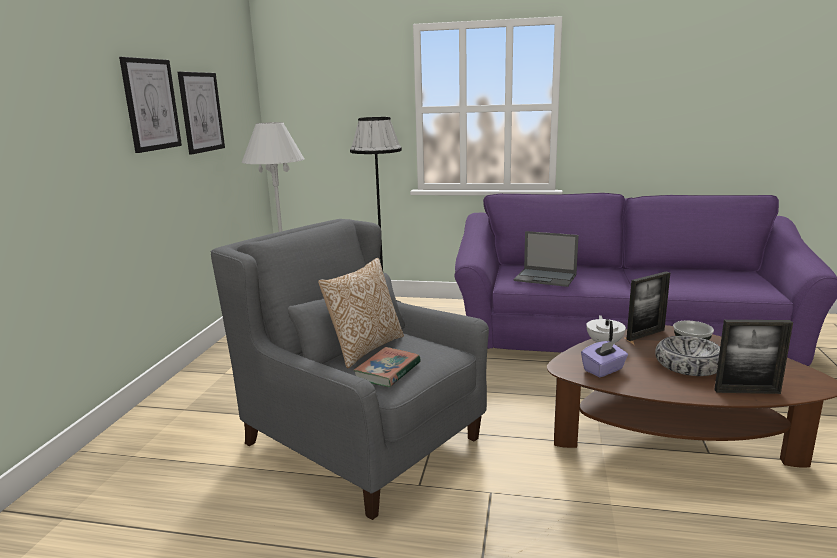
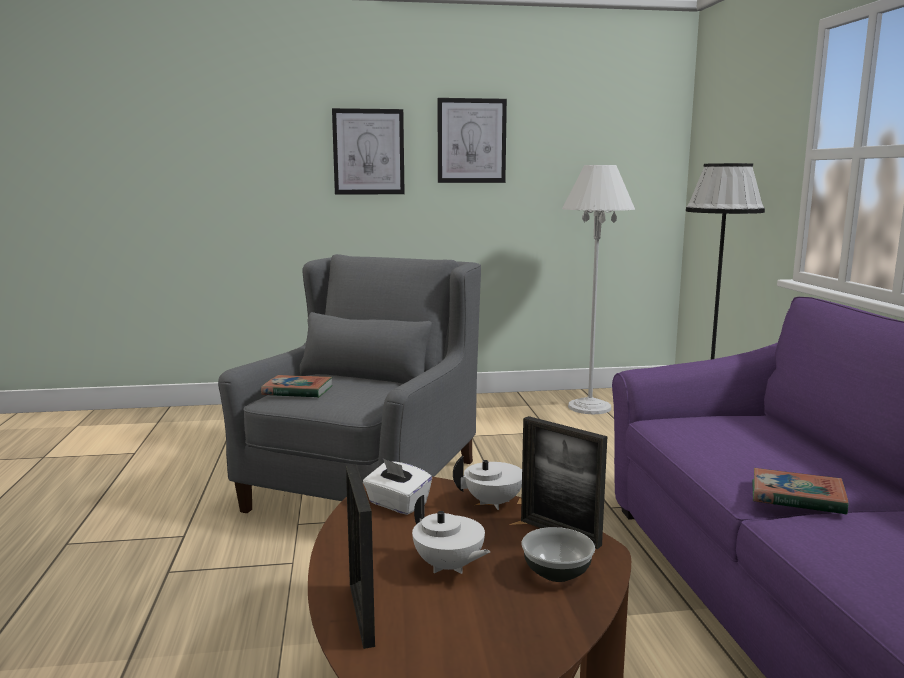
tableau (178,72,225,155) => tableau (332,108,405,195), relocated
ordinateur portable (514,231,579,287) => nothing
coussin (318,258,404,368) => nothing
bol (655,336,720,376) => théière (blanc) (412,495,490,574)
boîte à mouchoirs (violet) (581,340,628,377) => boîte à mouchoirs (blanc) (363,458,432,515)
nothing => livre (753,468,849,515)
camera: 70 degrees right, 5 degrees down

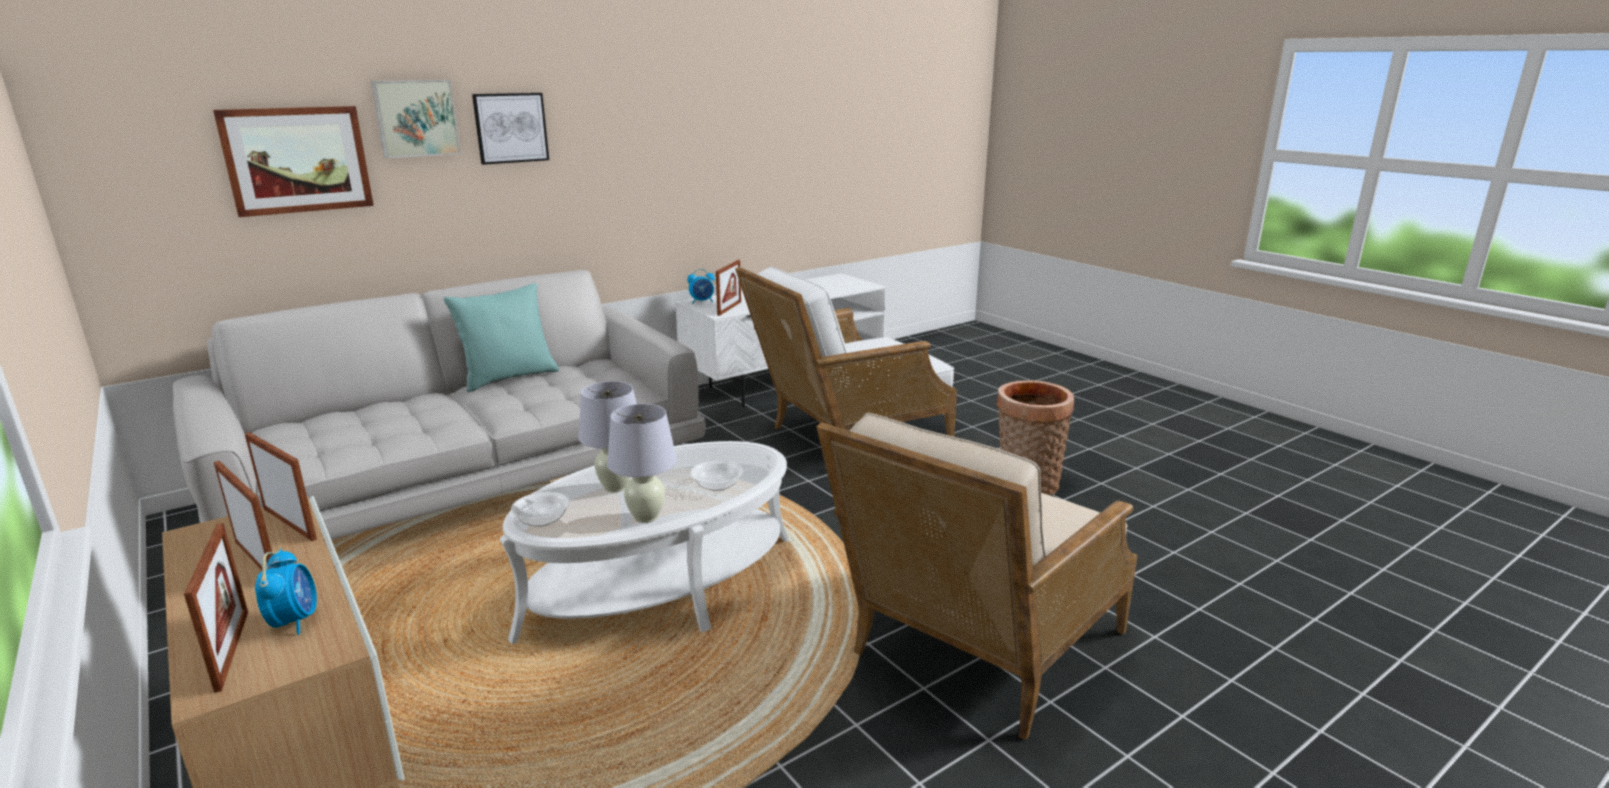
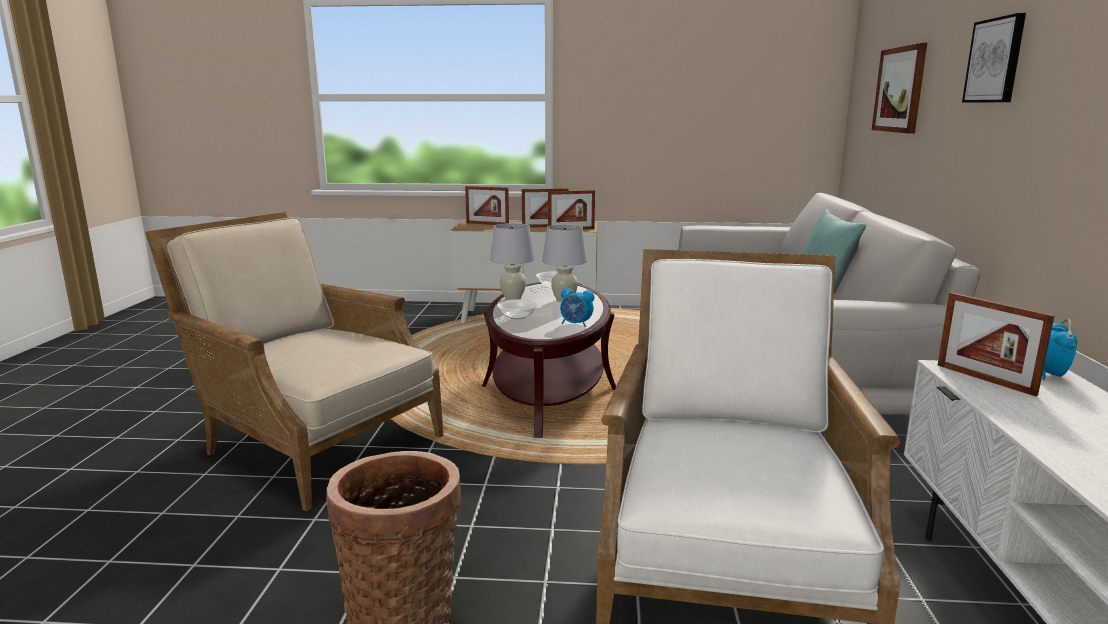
tableau (371,80,461,158) => nothing
fauteuil (beige) (817,413,1137,740) => fauteuil (beige) (145,212,443,511), 45 degrees counterclockwise
table basse (blanc) (500,441,790,645) => table basse (marron) (482,282,616,438)
réveil (255,549,317,635) => réveil (560,283,594,327), relocated
camera: 130 degrees right, 5 degrees down

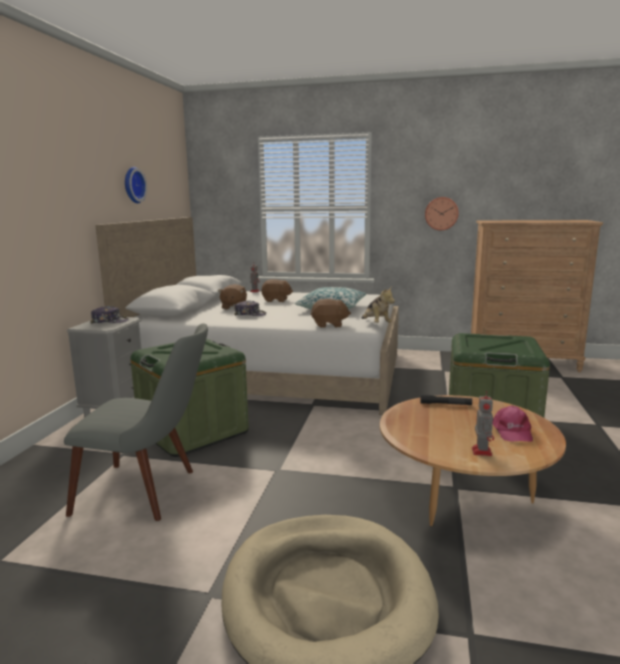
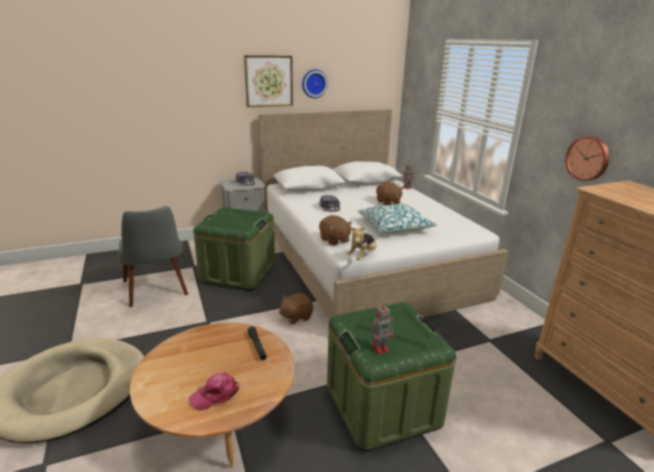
peluche (marron) (218,284,247,309) => peluche (marron) (279,293,313,324), relocated
robot jouet (472,390,494,456) => robot jouet (371,304,394,354), relocated
nothing => tableau (244,55,293,107)
camera: 55 degrees right, 10 degrees up

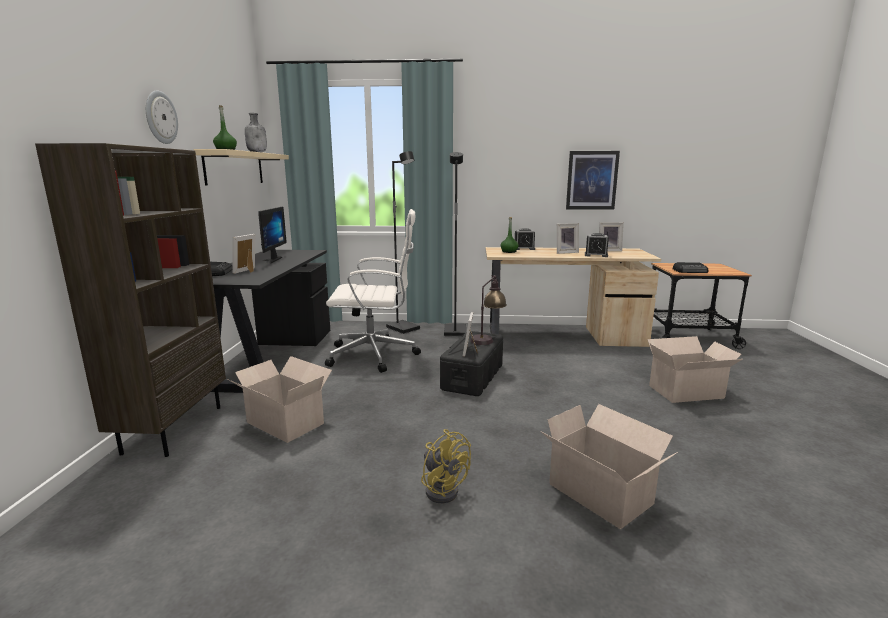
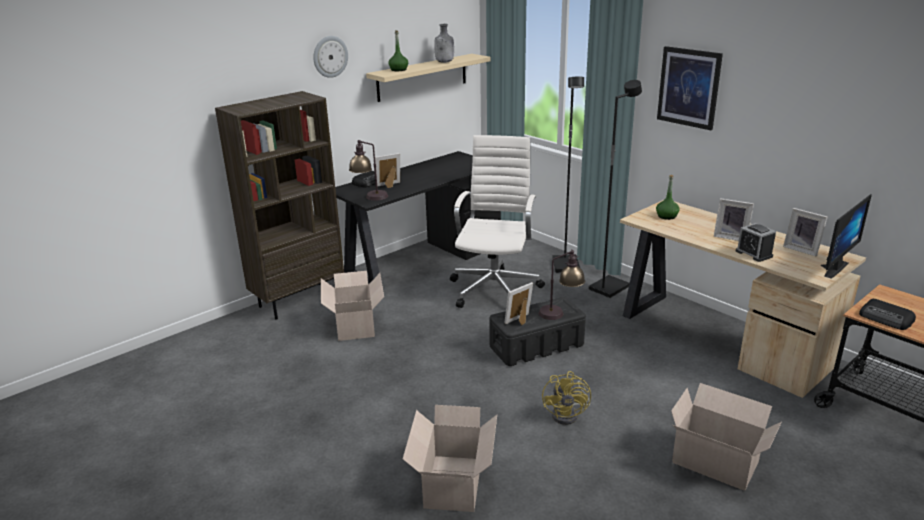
tableau (566,151,620,210) => tableau (657,46,723,130), relocated
écran d'ordinateur (258,206,287,263) => écran d'ordinateur (820,194,872,279), relocated
chaise de bureau (blanc) (325,209,421,373) => chaise de bureau (blanc) (450,135,545,308), 120 degrees counterclockwise
réveil (515,228,535,250) => nothing
ventilateur (jaune) (421,429,471,503) => ventilateur (jaune) (542,371,591,425), relocated
nothing => lampe de table (349,140,388,201)
camera: 45 degrees right, 10 degrees up

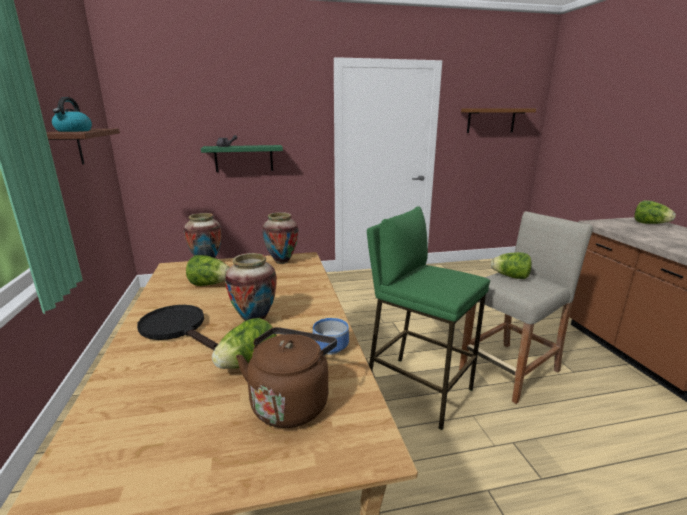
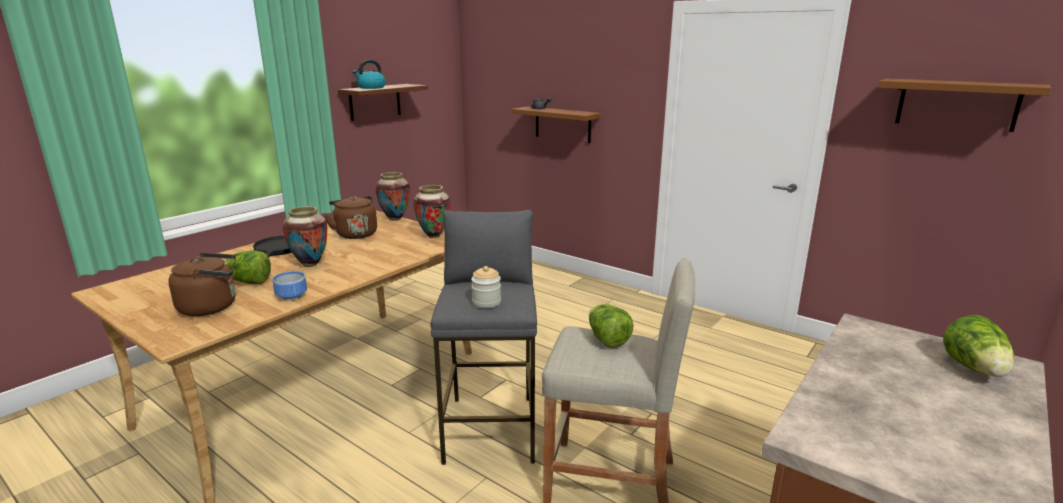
étagère (vert) (201,145,283,172) => étagère (marron) (512,106,601,143)
tabouret (vert) (367,206,490,430) => tabouret (gris) (431,210,537,465)
laitue (186,255,230,286) => bouilloire (marron) (324,196,377,239)
nothing => bocal (471,266,501,308)
camera: 50 degrees right, 0 degrees up

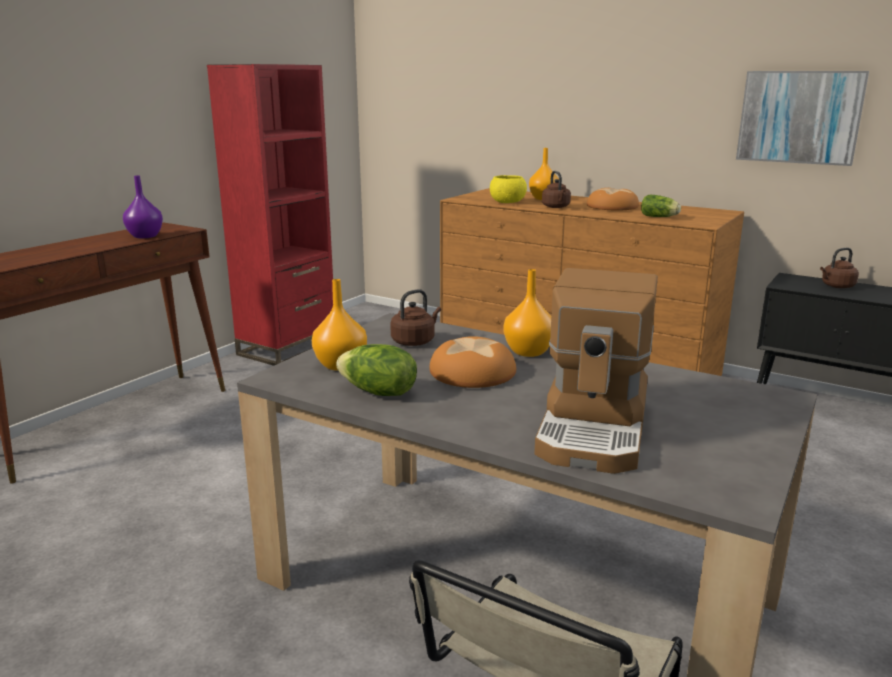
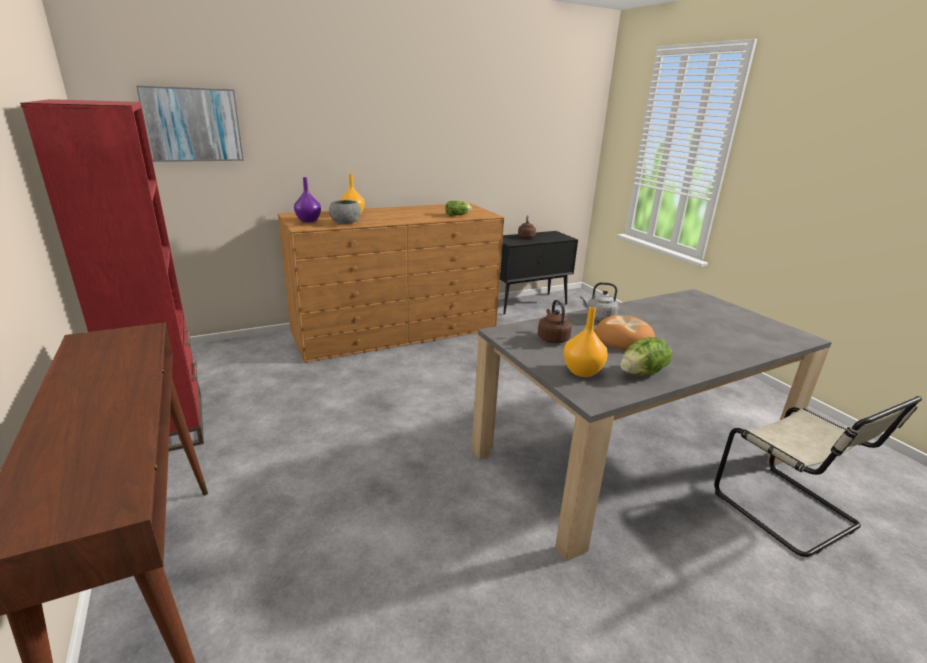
tableau (736,71,869,166) => tableau (136,86,244,162), relocated
bouilloire (marron) (542,171,571,208) => nothing
vase (violet) (123,175,163,238) => vase (violet) (294,177,321,222), relocated
bol (jaune) (490,175,527,203) => bol (gris) (329,200,361,224)
pain (587,188,639,210) => nothing
machine à café (534,268,658,474) => nothing
vase (orange) (503,269,551,357) => bouilloire (gris) (580,282,618,321)
camera: 60 degrees left, 5 degrees up

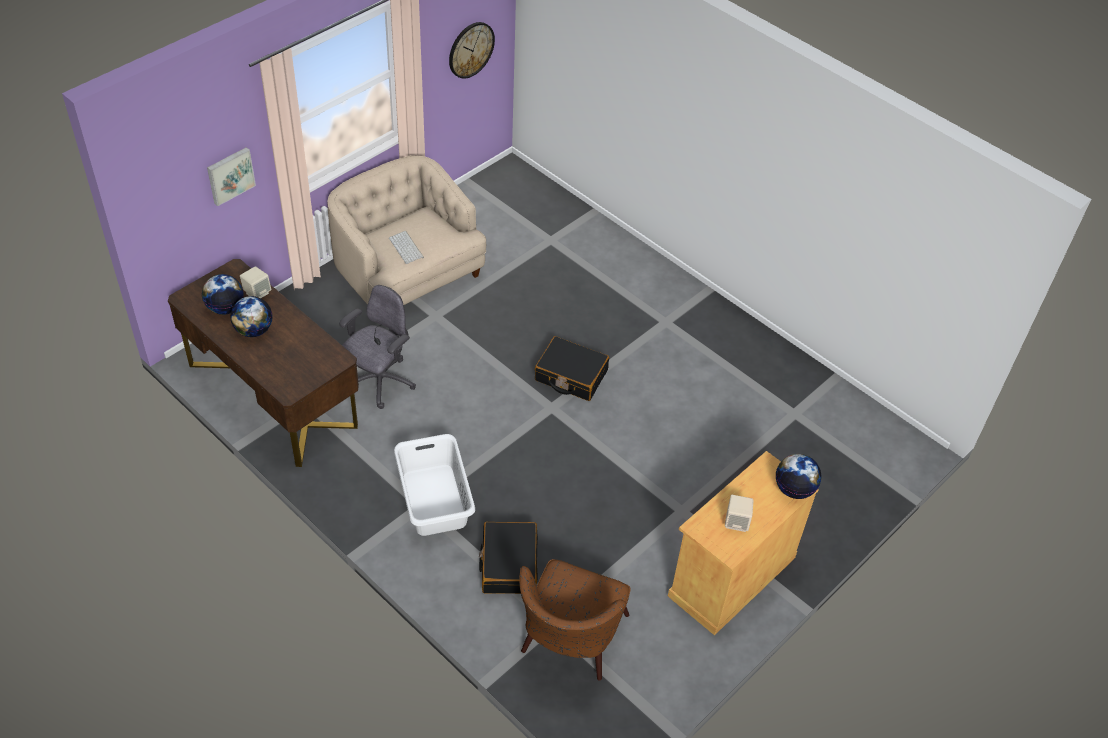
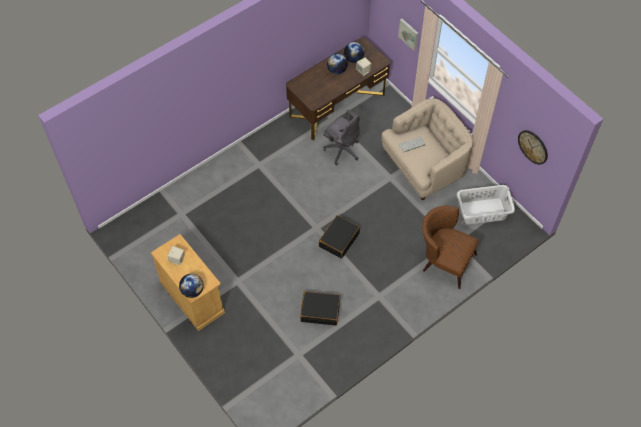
panier à linge (blanc) (394,434,475,536) => panier à linge (blanc) (457,185,515,225), relocated
valise (noir) (479,522,538,594) => valise (noir) (300,291,340,325), relocated
fauteuil (marron) (519,559,631,681) => fauteuil (marron) (422,206,479,289), relocated
camera: 100 degrees right, 10 degrees up

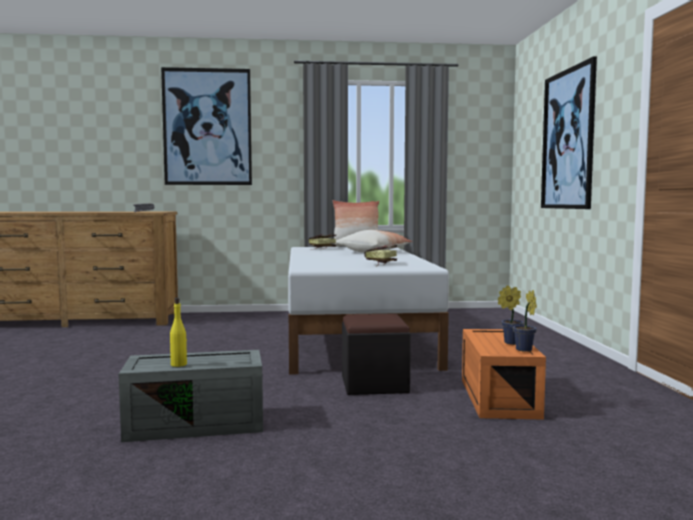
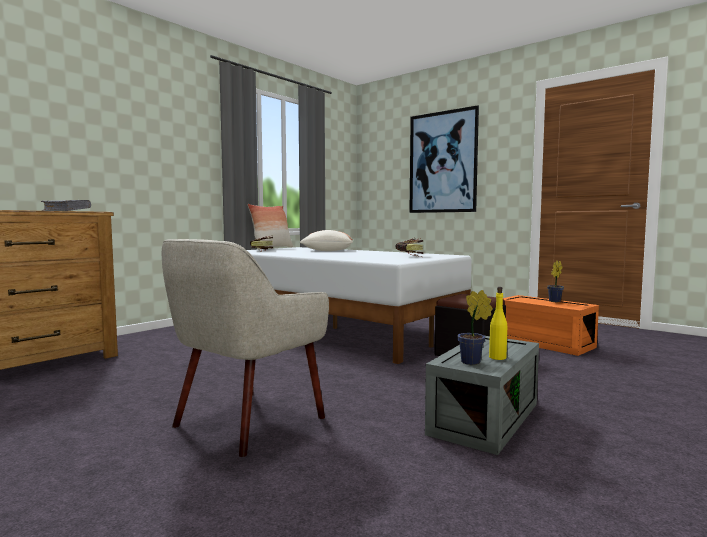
tableau (161,67,252,185) => nothing
plante en pot (513,290,537,352) => plante en pot (458,290,493,365), relocated
nothing => fauteuil (beige) (162,239,329,457)
camera: 45 degrees left, 0 degrees up

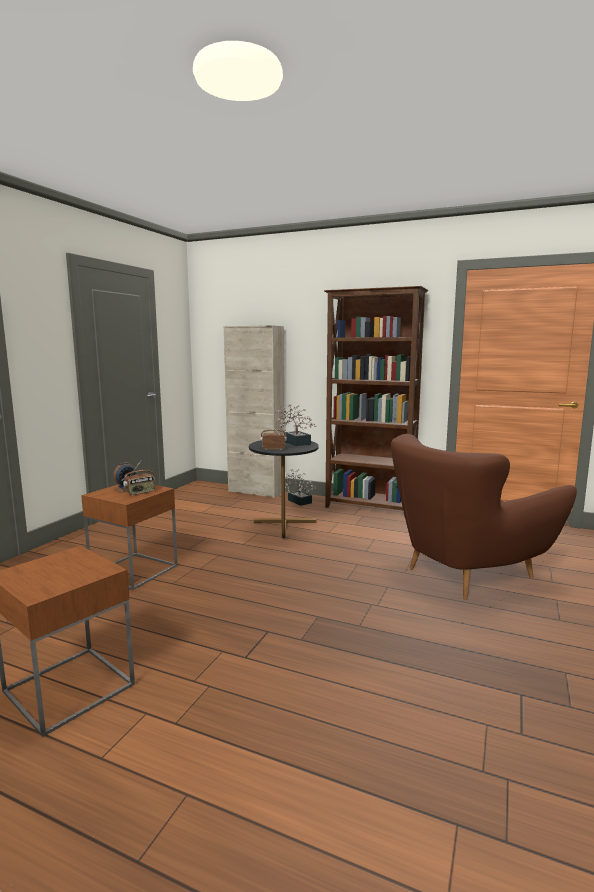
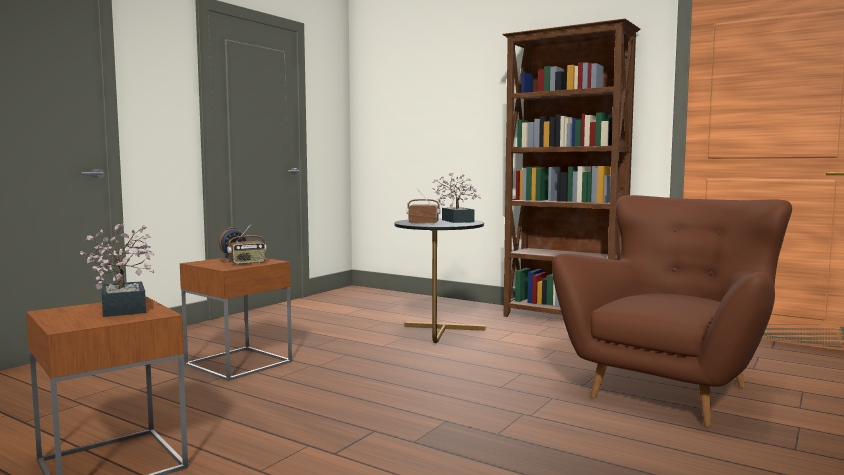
meuble de rangement (beige) (224,325,284,498) => nothing
fauteuil (marron) (391,434,577,600) => fauteuil (marron) (552,195,792,427), 150 degrees clockwise
plante en pot (285,469,317,506) => plante en pot (80,223,154,317), relocated
camera: 10 degrees right, 5 degrees down

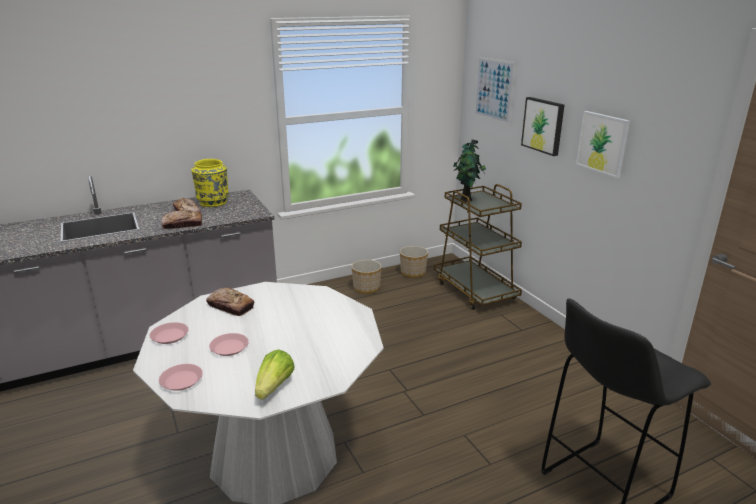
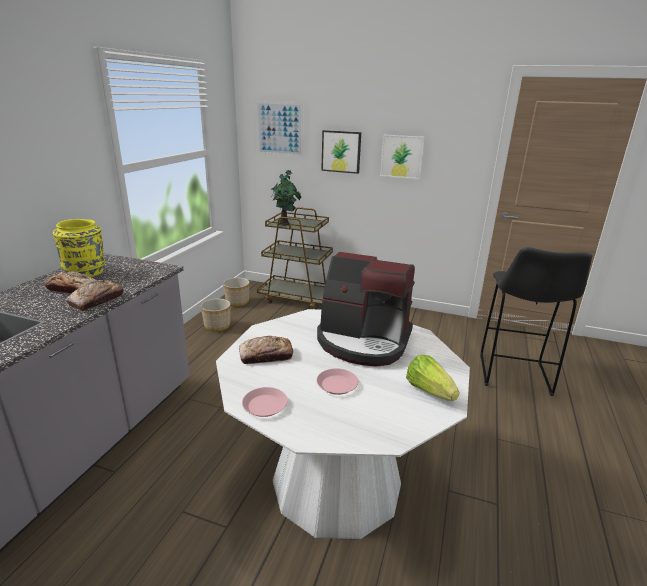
assiette (rose) (159,364,203,391) => nothing
nothing => machine à café (317,252,415,367)
camera: 45 degrees left, 0 degrees up

